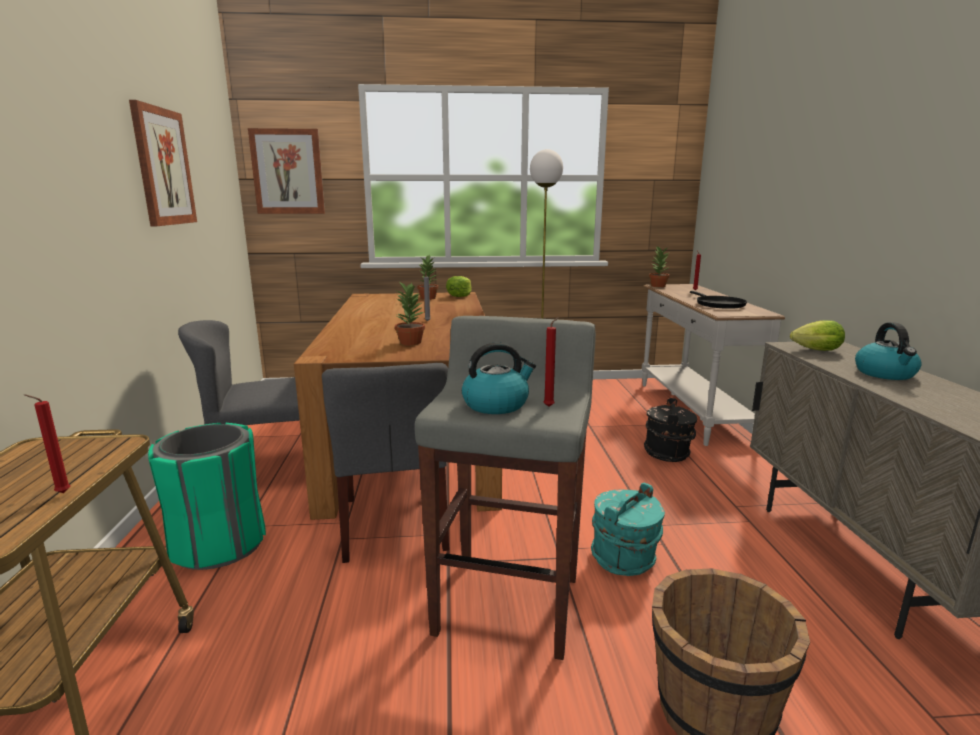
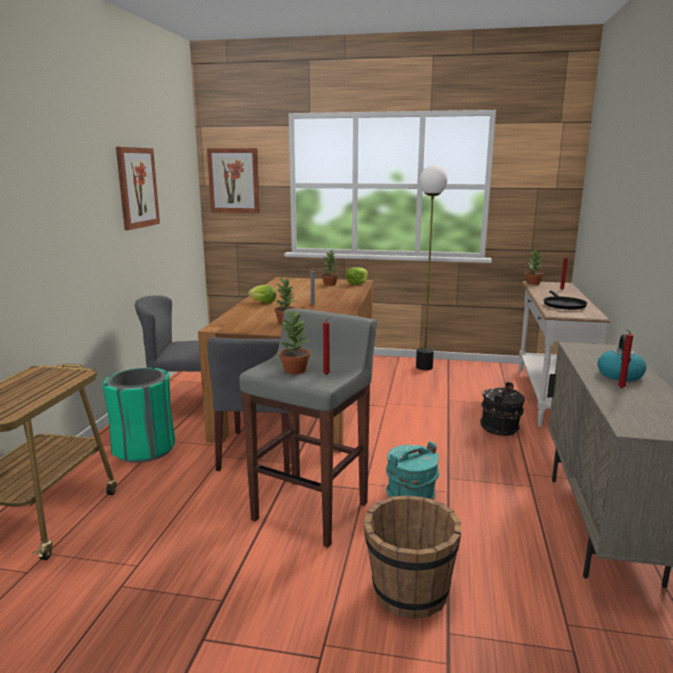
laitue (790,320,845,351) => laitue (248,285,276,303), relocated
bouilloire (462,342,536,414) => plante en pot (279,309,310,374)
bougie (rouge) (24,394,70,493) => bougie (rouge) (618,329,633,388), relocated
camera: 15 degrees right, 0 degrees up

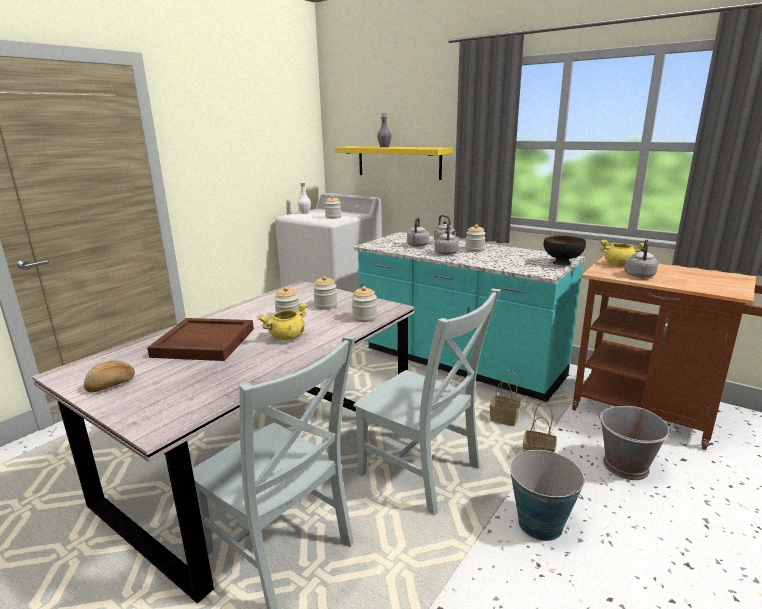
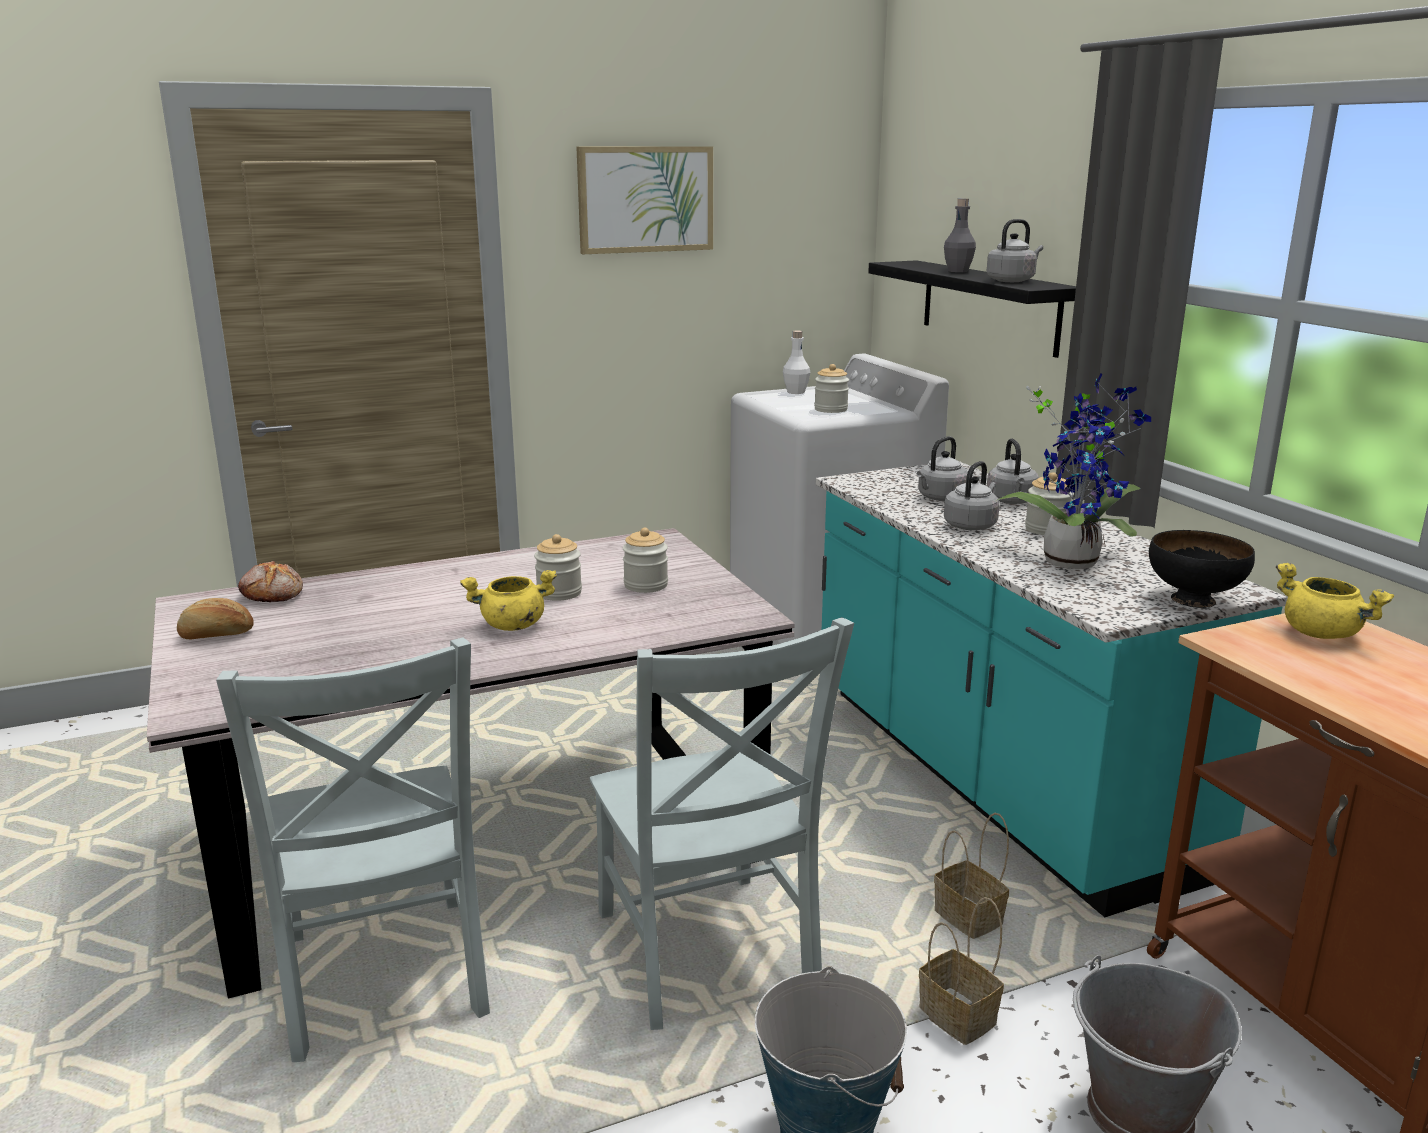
étagère (jaune) (335,146,453,180) => étagère (noir) (868,260,1076,358)
bouilloire (gris) (624,240,658,278) => bouilloire (gris) (987,219,1043,282), relocated
bocal (352,286,377,322) => nothing
plateau (marron) (147,318,254,361) => nothing
nothing => tableau (576,146,713,254)
nothing => plante en pot (995,373,1151,569)
nothing => pain (238,561,303,602)
camera: 30 degrees right, 0 degrees up

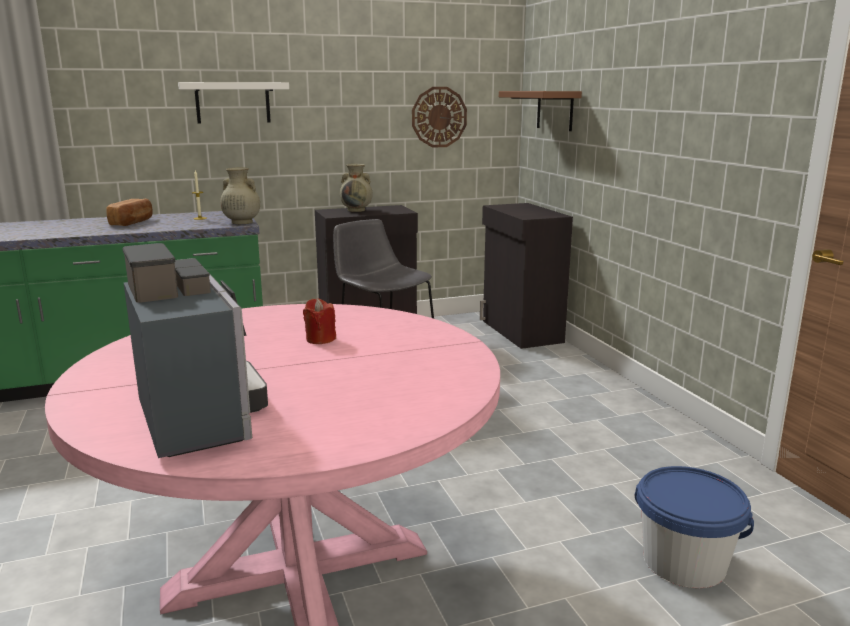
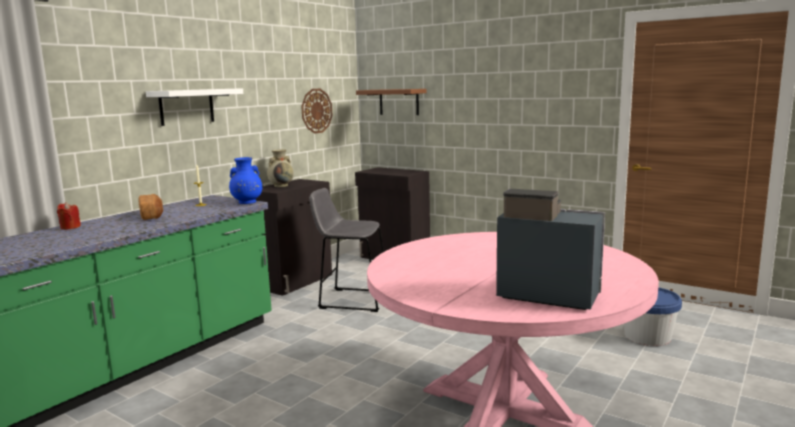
vase (beige) (220,167,260,224) => vase (bleu) (229,157,262,204)
bougie (rouge) (303,299,336,344) => bougie (rouge) (57,202,81,230), relocated
camera: 35 degrees left, 5 degrees down

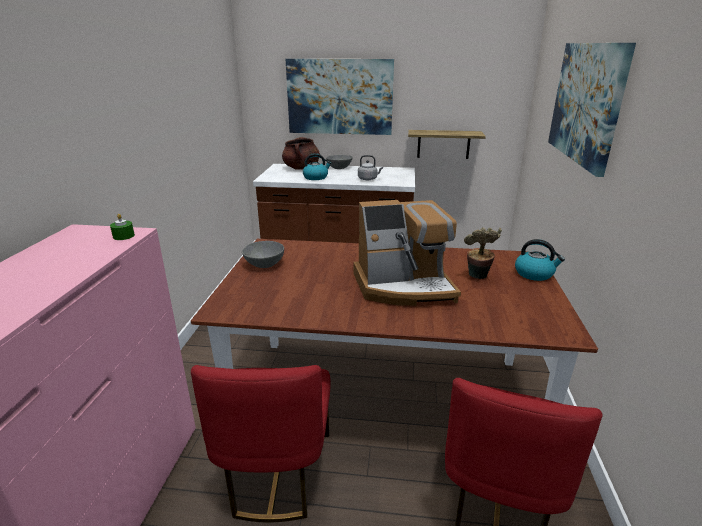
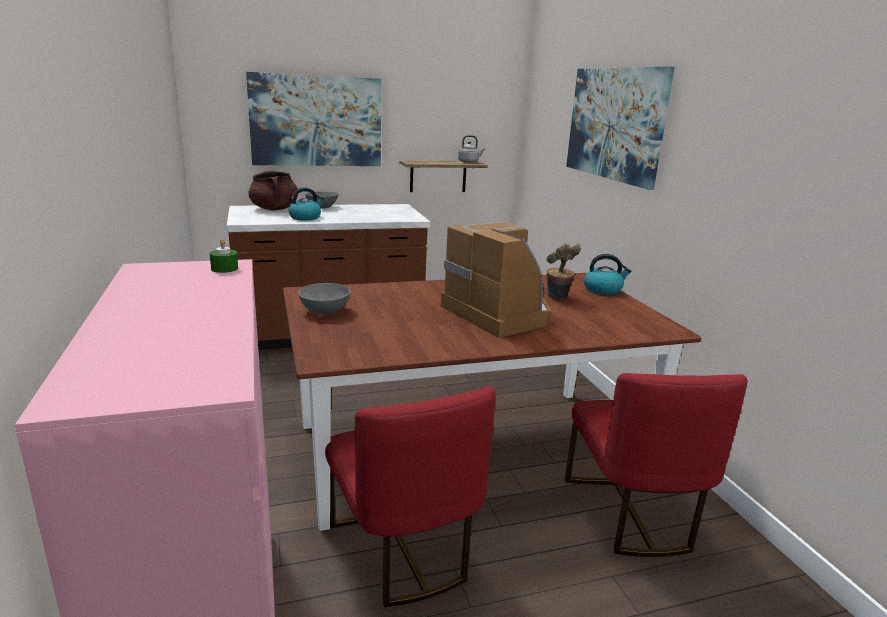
bouilloire (gris) (358,155,383,180) => bouilloire (gris) (458,135,485,163), relocated
machine à café (354,200,461,306) => machine à café (441,221,551,338), 90 degrees counterclockwise
camera: 25 degrees left, 5 degrees down

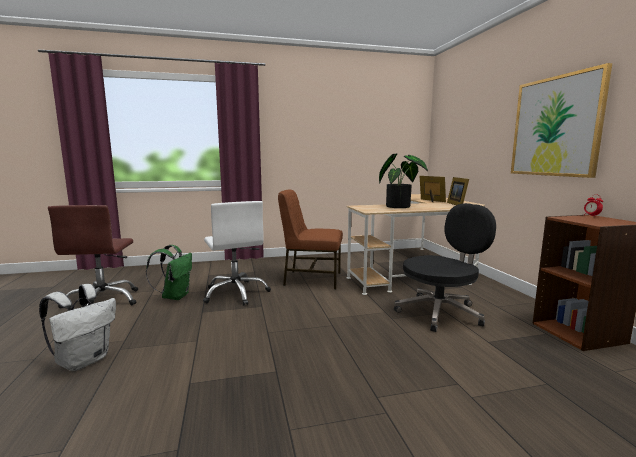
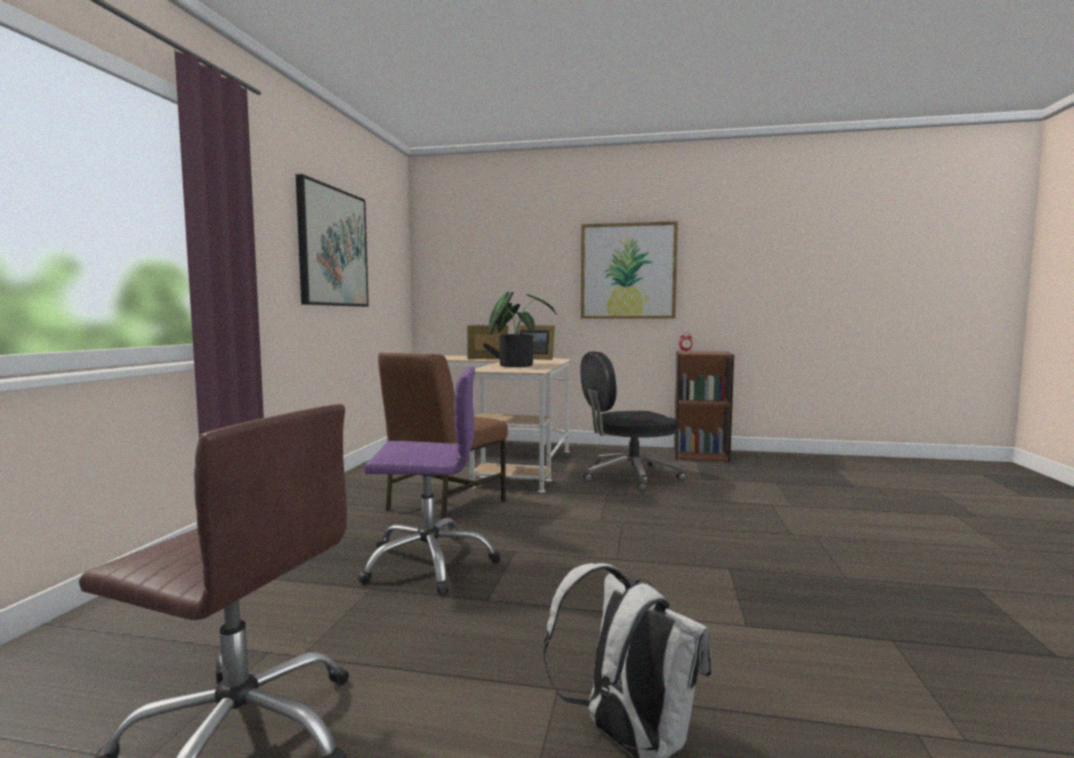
chaise de bureau (blanc) (203,201,271,306) => chaise de bureau (violet) (358,367,500,594)
chaise de bureau (noir) (394,203,496,332) => chaise de bureau (noir) (580,351,686,492), 105 degrees counterclockwise
sac à dos (vert) (146,245,192,300) => nothing
nothing => tableau (296,174,369,307)
camera: 65 degrees left, 5 degrees down

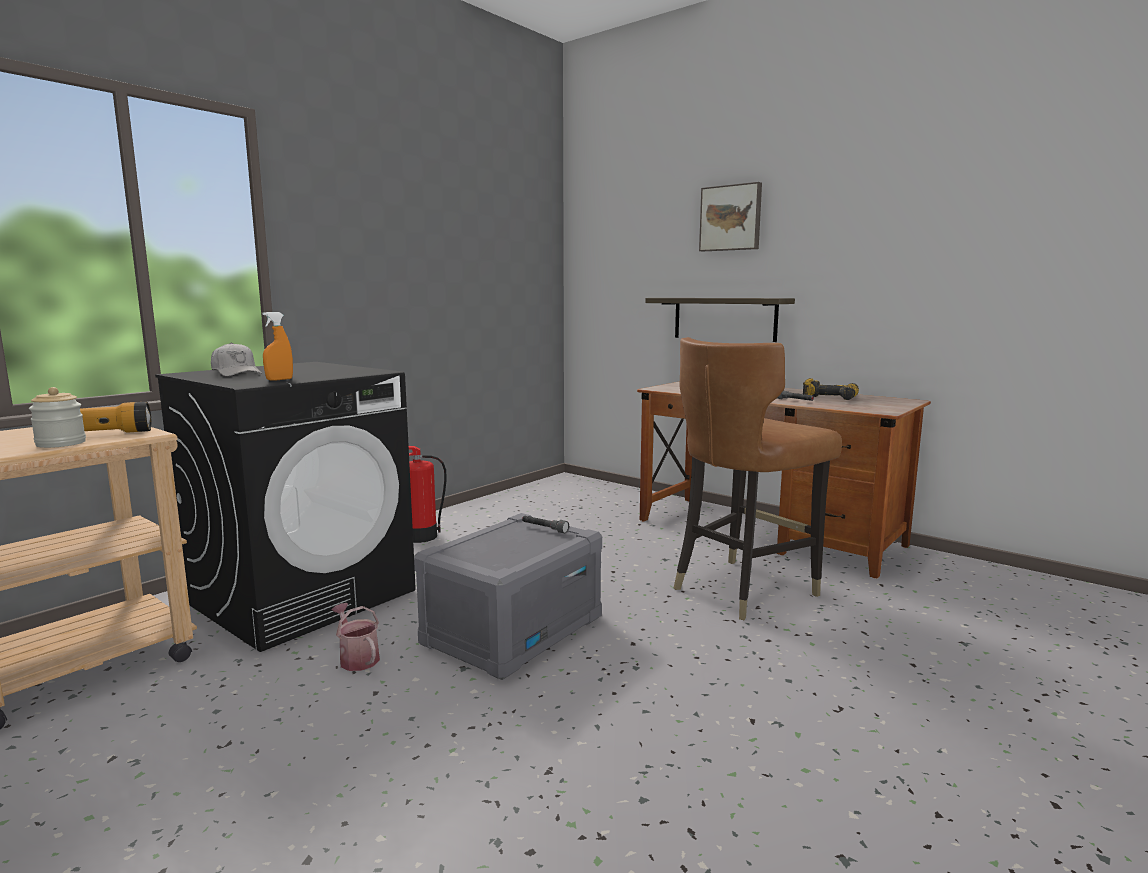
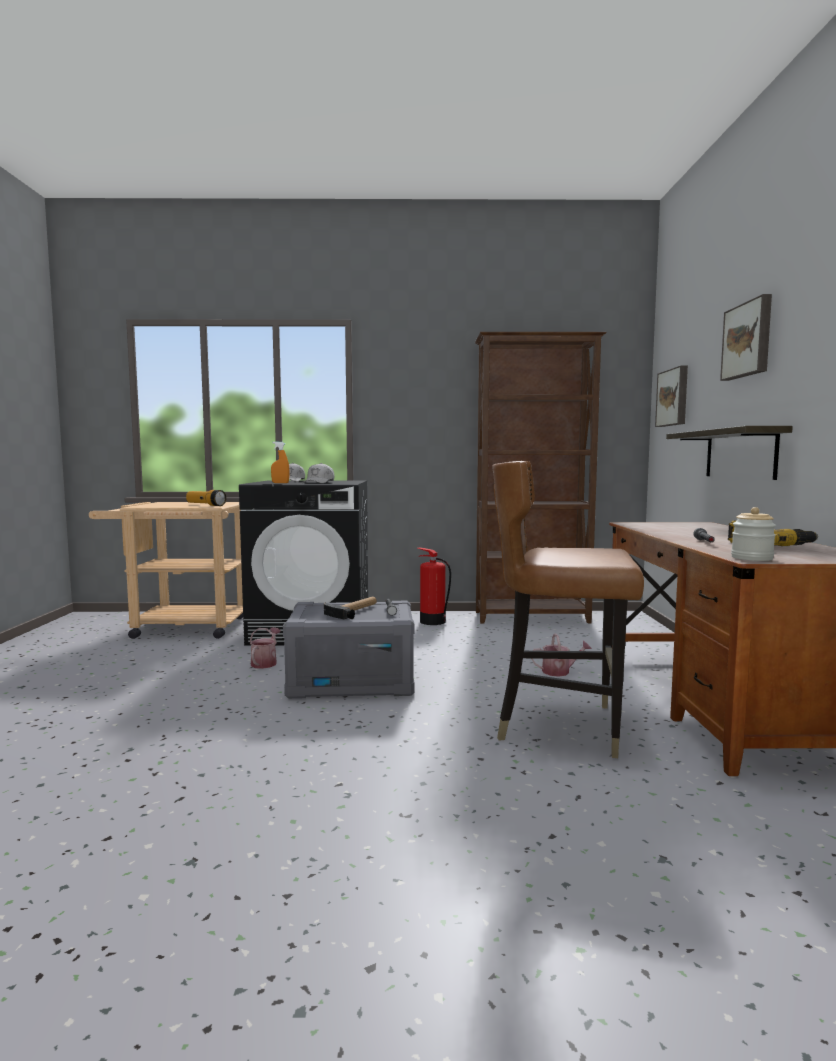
bocal (29,387,86,448) => bocal (731,507,776,561), relocated
nothing => bibliothèque (marron) (475,332,607,624)
nothing => tableau (655,365,688,427)
nothing => casquette (blanc) (302,463,334,483)
nothing => marteau (324,596,376,619)
nothing => arrosoir (531,633,592,677)
camera: 50 degrees right, 5 degrees down

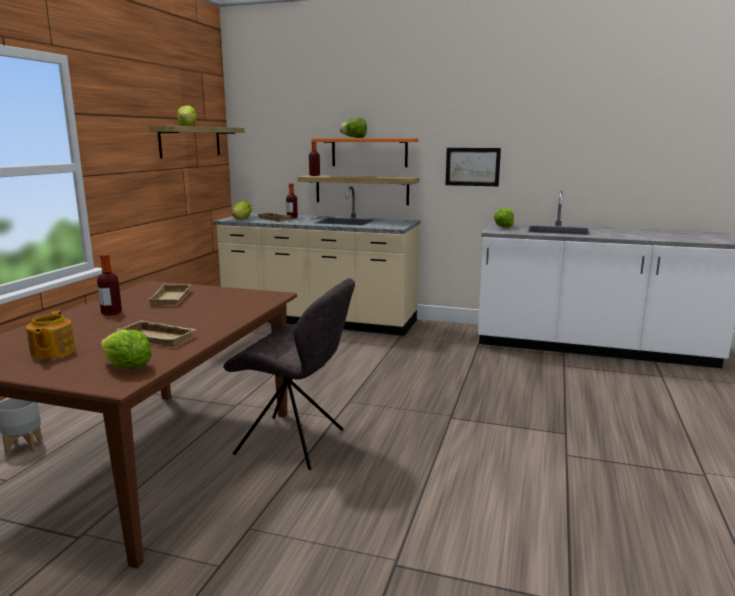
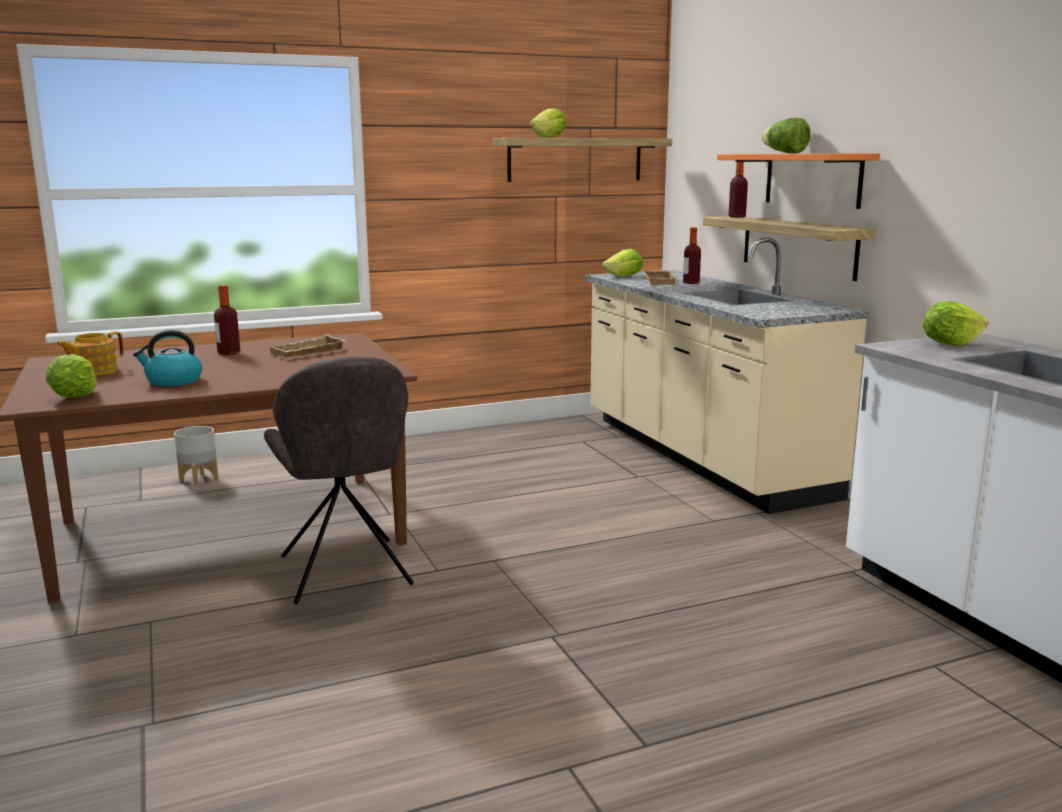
tableau (446,148,501,186) => nothing
plateau (beige) (116,320,197,347) => bouilloire (133,330,202,386)
camera: 50 degrees right, 0 degrees up

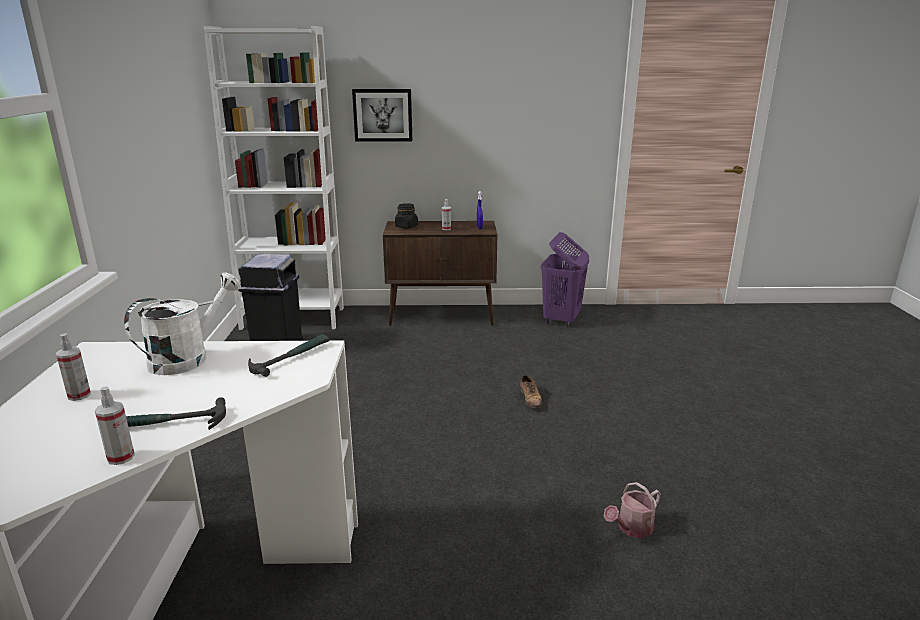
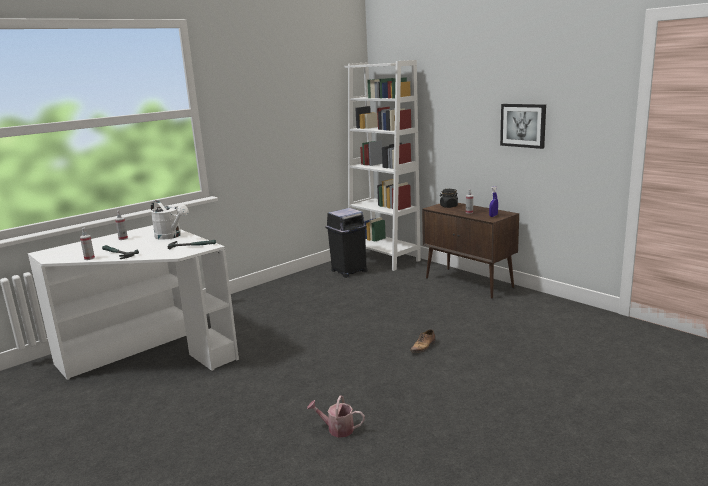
tableau (352,89,412,142) => tableau (500,104,546,149), relocated
panier à linge (violet) (541,232,589,328) => nothing
arrosoir (blanc) (124,273,241,375) => arrosoir (blanc) (151,200,189,240), 45 degrees clockwise
camera: 50 degrees right, 5 degrees down

